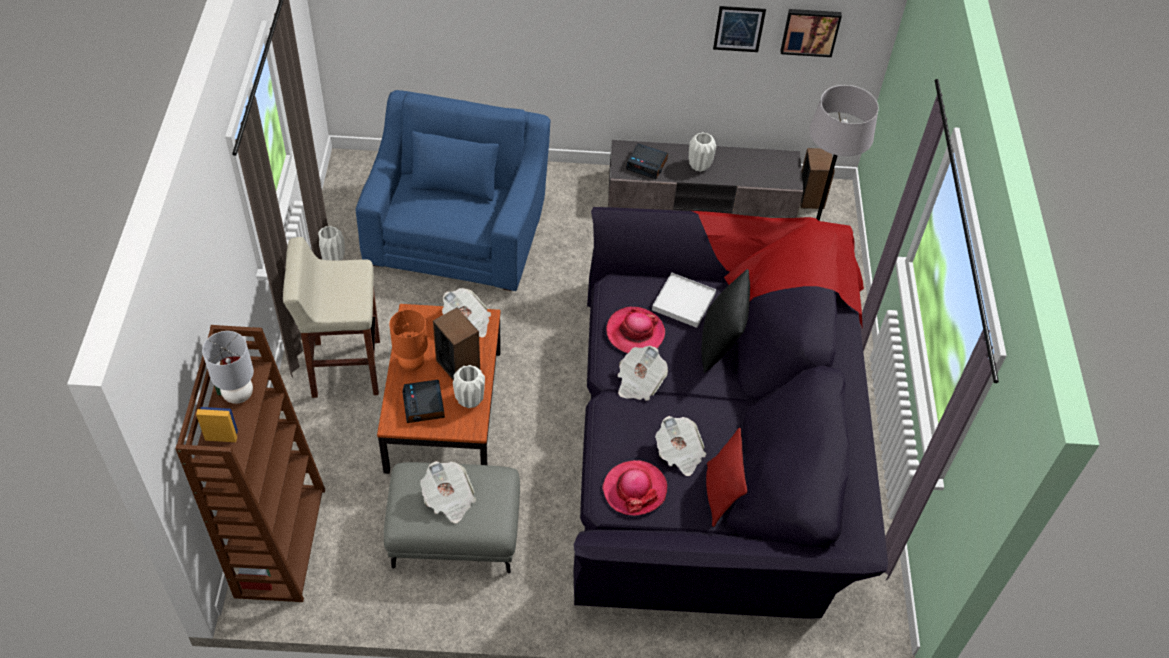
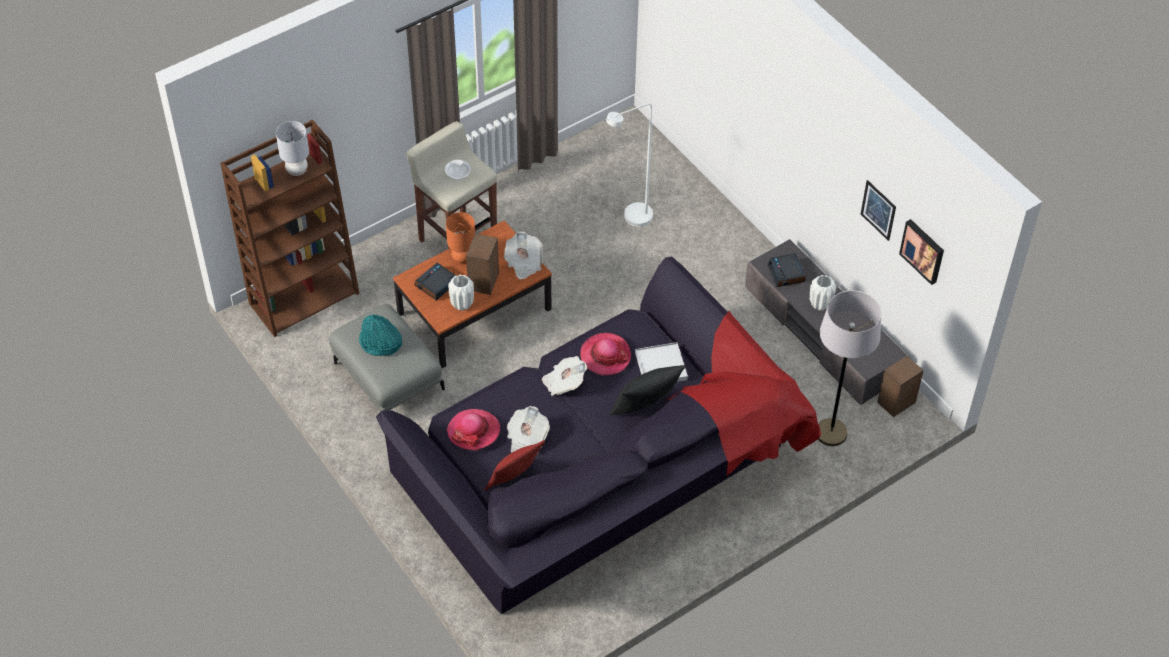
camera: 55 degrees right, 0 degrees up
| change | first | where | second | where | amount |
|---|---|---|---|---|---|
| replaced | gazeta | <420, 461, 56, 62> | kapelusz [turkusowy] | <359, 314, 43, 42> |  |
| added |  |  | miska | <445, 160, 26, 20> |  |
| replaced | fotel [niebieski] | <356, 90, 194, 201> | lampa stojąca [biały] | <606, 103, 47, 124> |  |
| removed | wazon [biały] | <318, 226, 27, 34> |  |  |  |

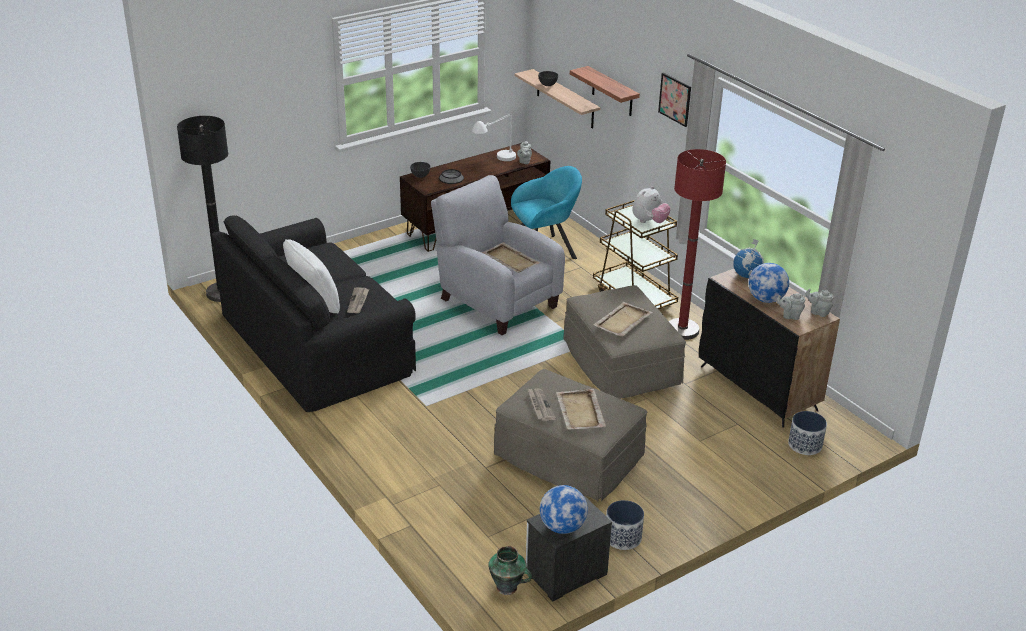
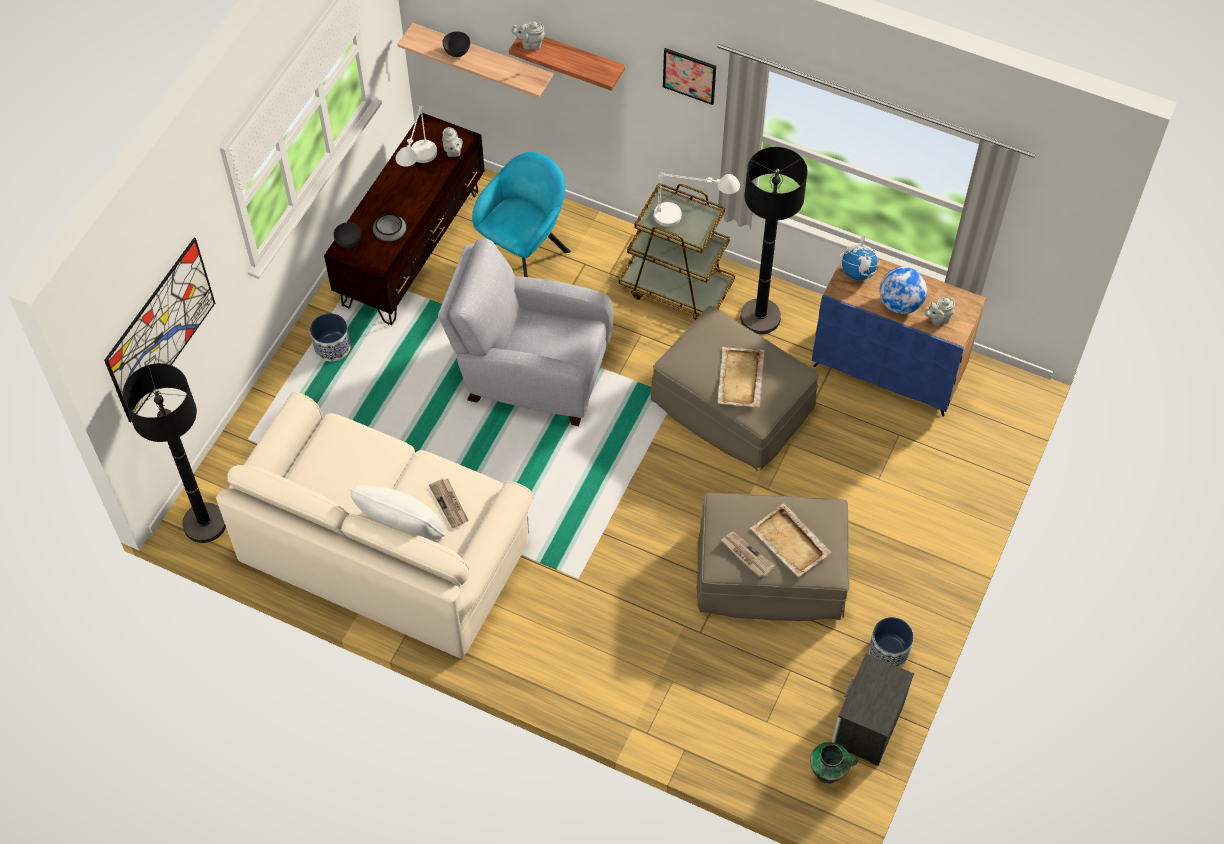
camera: 30 degrees left, 25 degrees up
| change | first | where | second | where | amount |
|---|---|---|---|---|---|
| added |  |  | obraz | <104, 238, 111, 185> |  |
| recoloured | kanapa [czarny] | <212, 215, 204, 197> | kanapa [beżowy] | <216, 392, 318, 266> |  |
| moved | donica | <788, 411, 39, 44> |  | <310, 313, 41, 48> |  |
| moved | imbryk [szary] | <806, 289, 28, 28> |  | <512, 22, 33, 28> |  |
| replaced | pluszak | <632, 186, 38, 37> | lampa stołowa [biały] | <653, 172, 87, 55> |  |
| recoloured | lampa stojąca [czerwony] | <669, 149, 57, 191> | lampa stojąca [czarny] | <740, 147, 68, 187> |  |
| recoloured | szafka [czarny] | <699, 269, 141, 159> | szafka [niebieski] | <812, 247, 174, 169> |  |
| removed | taca [beżowy] | <481, 242, 60, 31> |  |  |  |
| removed | globus | <540, 485, 48, 49> |  |  |  |

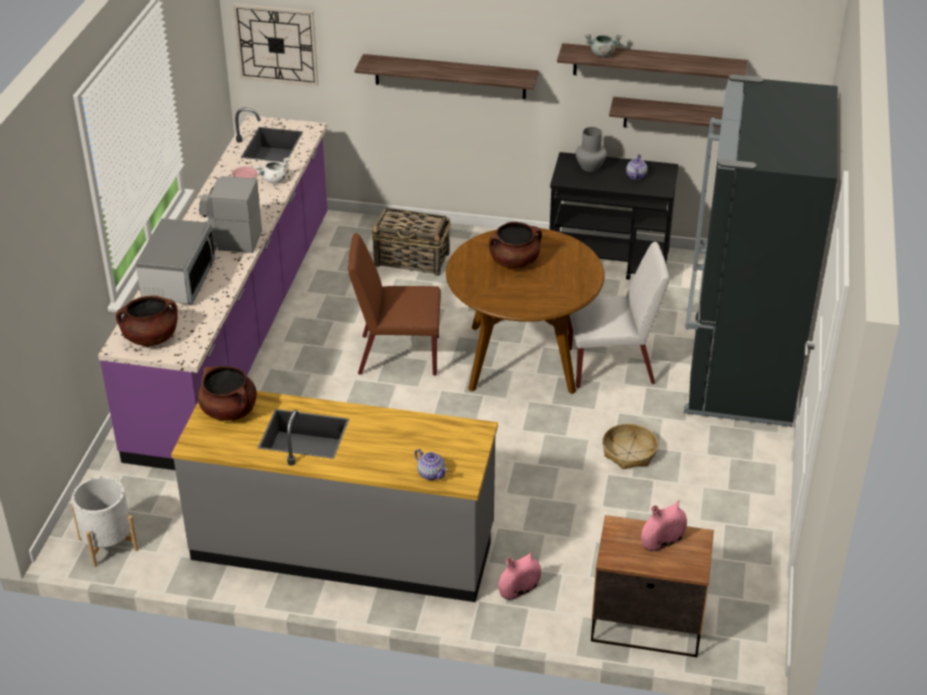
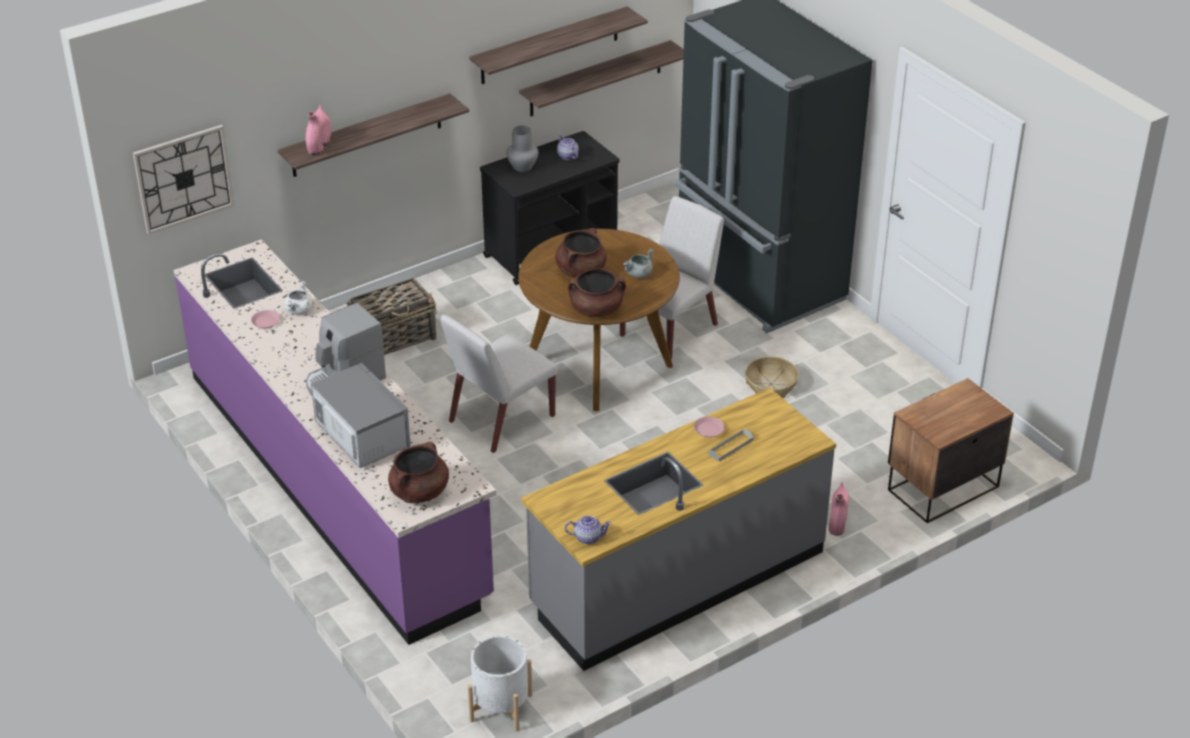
camera: 45 degrees left, 0 degrees up
| change | first | where | second | where | amount |
|---|---|---|---|---|---|
| moved | wazon [różowy] | <641, 500, 46, 51> |  | <306, 104, 26, 51> |  |
| recoloured | krzesło [brązowy] | <348, 233, 93, 143> | krzesło [biały] | <440, 314, 118, 139> |  |
| moved | imbryk | <415, 449, 33, 31> |  | <565, 515, 47, 29> |  |
| moved | garnek [brązowy] | <198, 366, 59, 55> |  | <568, 268, 58, 49> |  |
| moved | garnek [szary] | <585, 34, 37, 23> |  | <623, 248, 31, 30> |  |
| added |  |  | talerz [różowy] | <694, 417, 31, 20> |  |
| added |  |  | taca [szary] | <708, 429, 46, 32> |  |

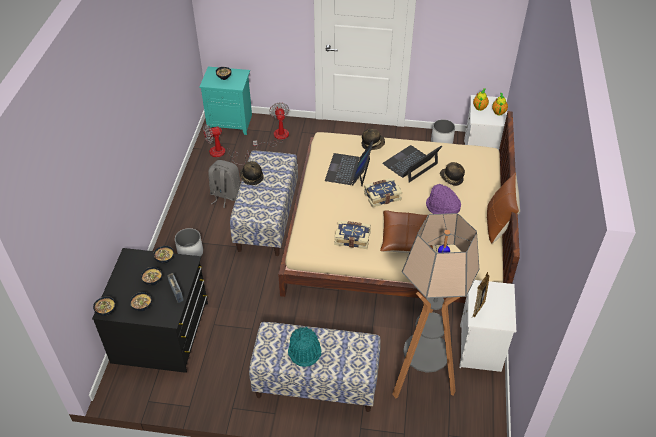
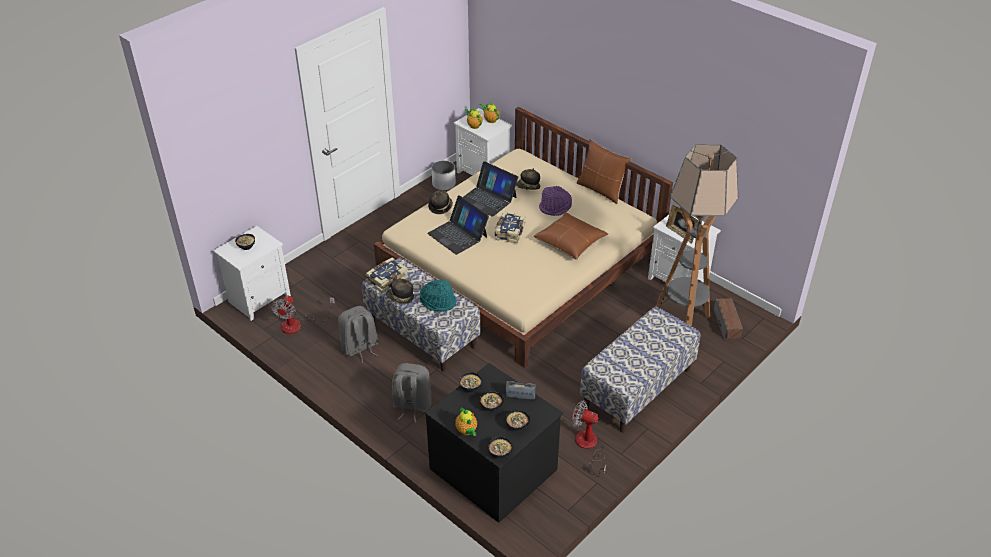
camera: 55 degrees left, 5 degrees down
| change | first | where | second | where | amount |
|---|---|---|---|---|---|
| recoloured | szafka nocna [turkusowy] | <200, 67, 52, 68> | szafka nocna [biały] | <213, 226, 78, 95> |  |
| moved | książka | <334, 221, 37, 28> |  | <365, 257, 43, 36> |  |
| replaced | donica [biały] | <175, 228, 28, 28> | plecak [szary] | <392, 363, 40, 59> |  |
| moved | kapelusz [turkusowy] | <288, 327, 33, 40> |  | <420, 280, 37, 32> |  |
| added |  |  | imbryk | <455, 407, 22, 29> |  |
| turned | laptop | <382, 145, 60, 38> |  | <463, 161, 55, 56> | 45 degrees counterclockwise |
| moved | wentylator | <253, 102, 36, 47> |  | <572, 401, 34, 76> |  |
| added |  |  | głośnik | <714, 298, 29, 42> |  |

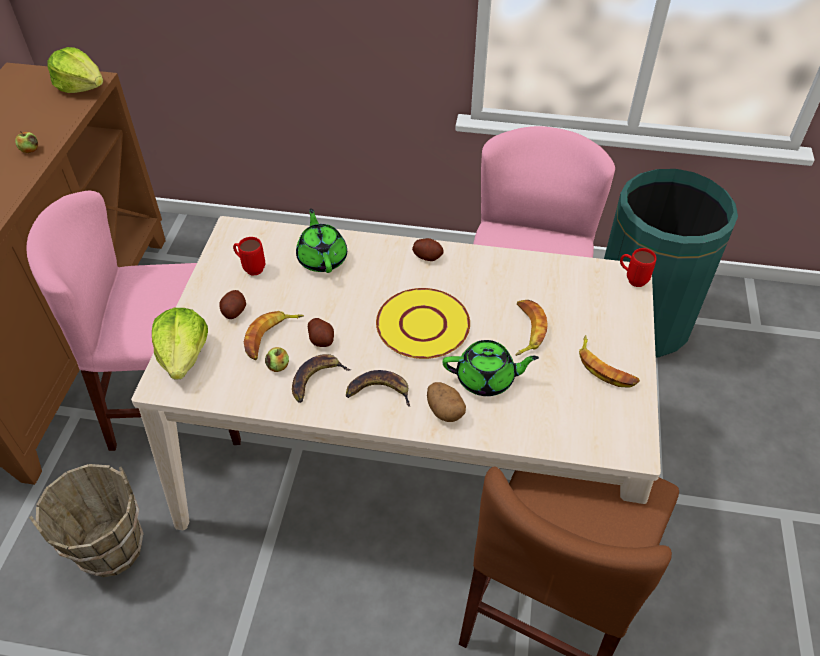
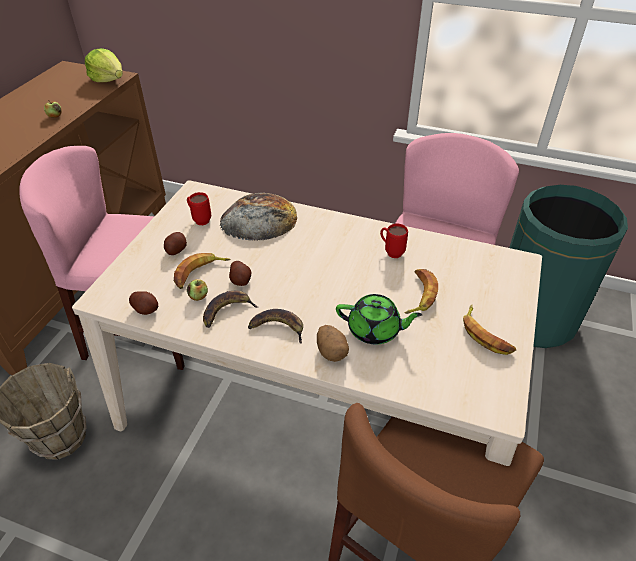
camera: 10 degrees right, 5 degrees down
| change | first | where | second | where | amount |
|---|---|---|---|---|---|
| moved | ziemniak | <412, 238, 32, 23> |  | <129, 291, 29, 24> |  |
| replaced | imbryk [zielony] | <296, 208, 51, 65> | chleb | <220, 193, 77, 47> |  |
| moved | kubek [czerwony] | <620, 248, 37, 39> |  | <380, 223, 28, 35> |  |
| removed | sałata | <152, 308, 56, 72> |  |  |  |
| removed | talerz [żółty] | <376, 288, 94, 71> |  |  |  |

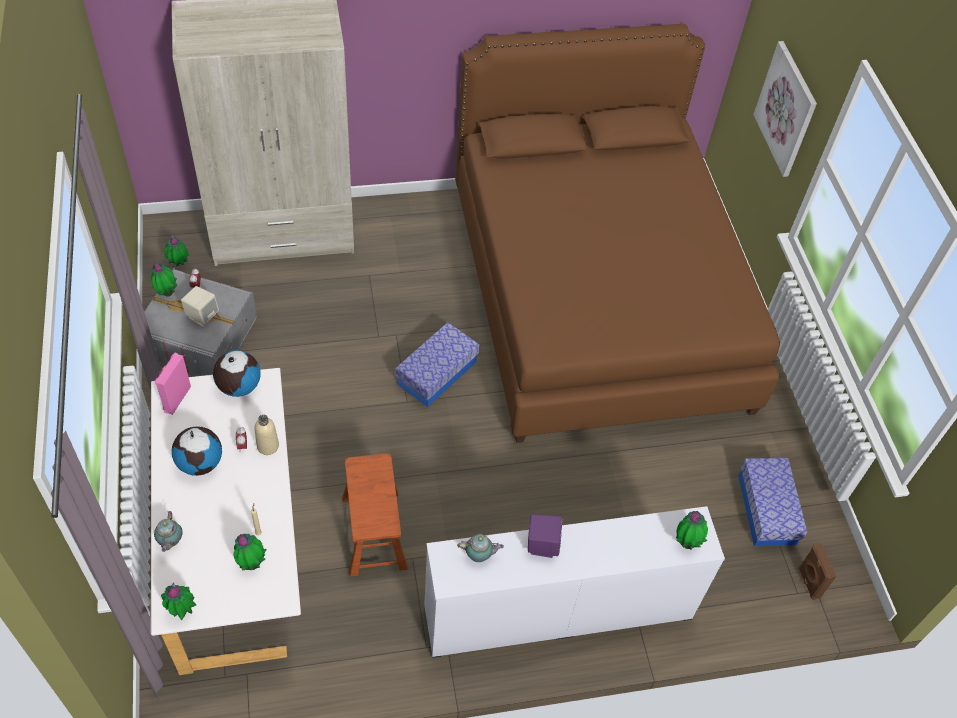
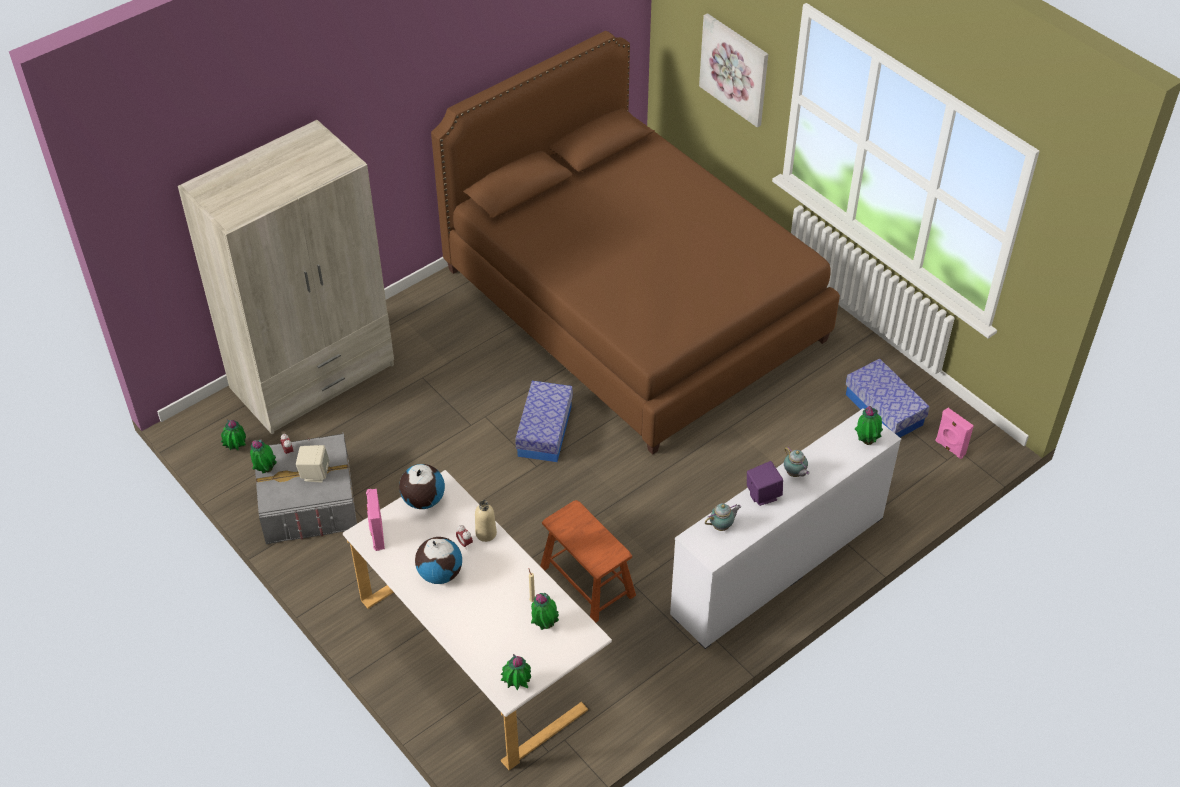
camera: 25 degrees left, 5 degrees down
| change | first | where | second | where | amount |
|---|---|---|---|---|---|
| moved | imbryk | <154, 511, 29, 41> |  | <784, 446, 26, 31> |  |
| recoloured | głośnik [brązowy] | <798, 544, 39, 56> | głośnik [różowy] | <935, 408, 39, 51> |  |

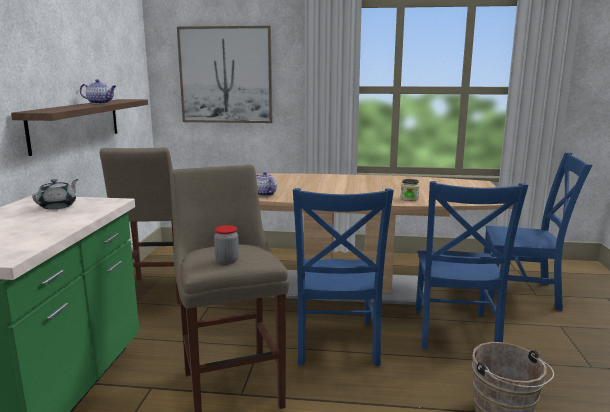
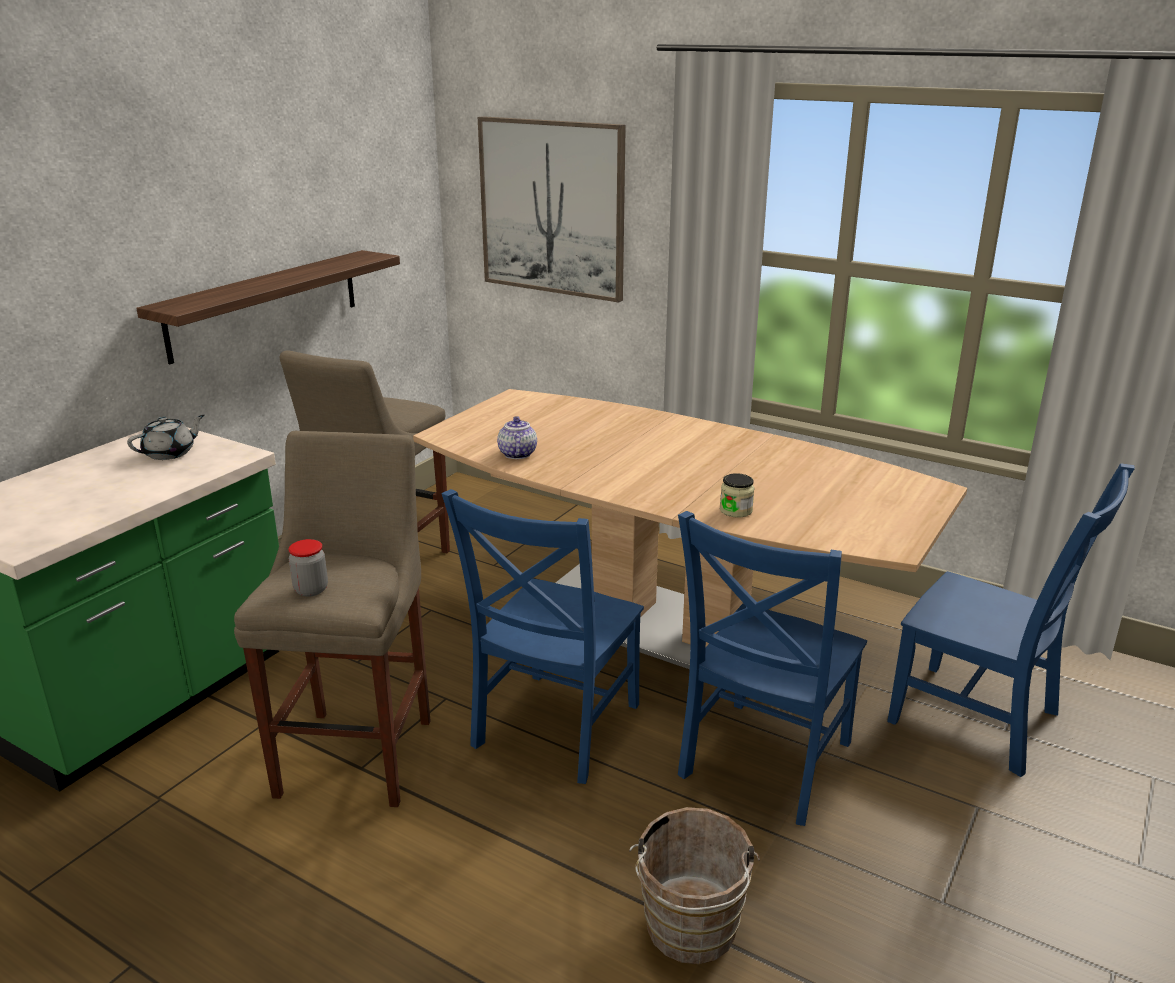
camera: 25 degrees right, 10 degrees up
| change | first | where | second | where | amount |
|---|---|---|---|---|---|
| removed | imbryk | <80, 79, 36, 25> |  |  |  |

